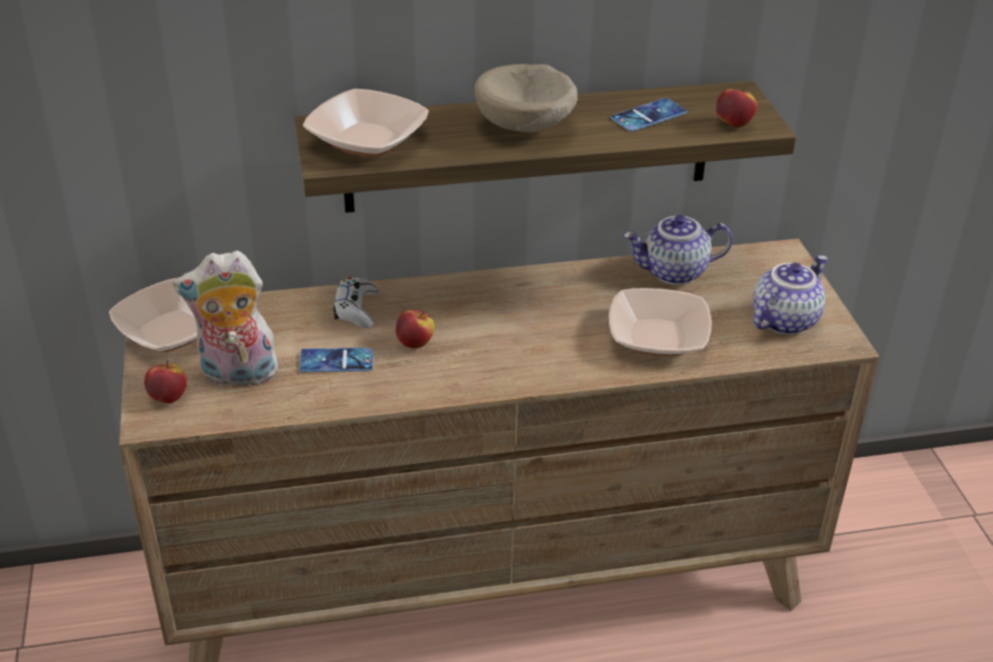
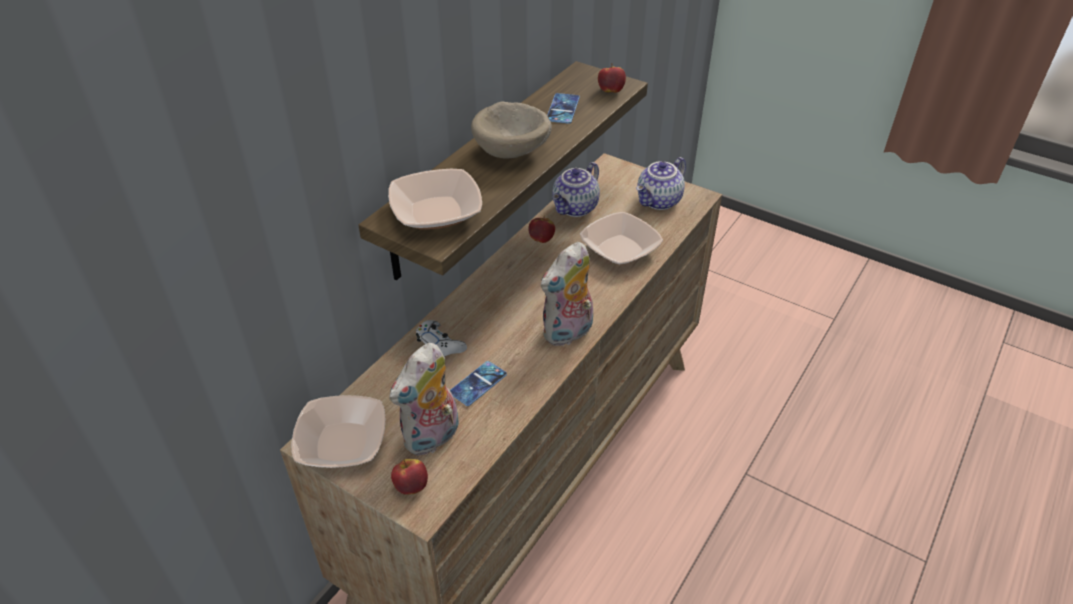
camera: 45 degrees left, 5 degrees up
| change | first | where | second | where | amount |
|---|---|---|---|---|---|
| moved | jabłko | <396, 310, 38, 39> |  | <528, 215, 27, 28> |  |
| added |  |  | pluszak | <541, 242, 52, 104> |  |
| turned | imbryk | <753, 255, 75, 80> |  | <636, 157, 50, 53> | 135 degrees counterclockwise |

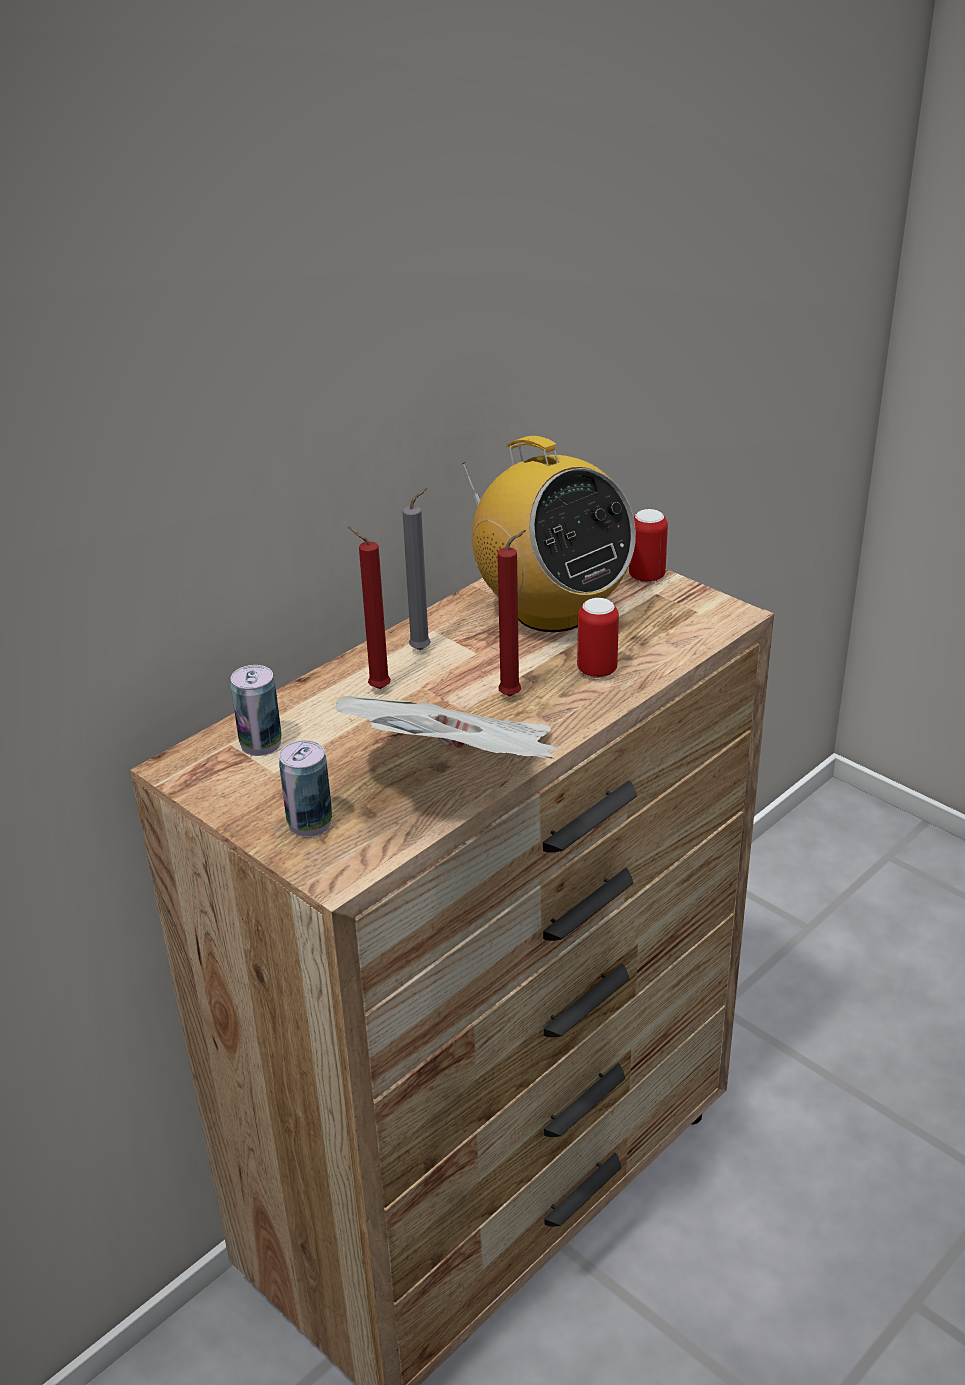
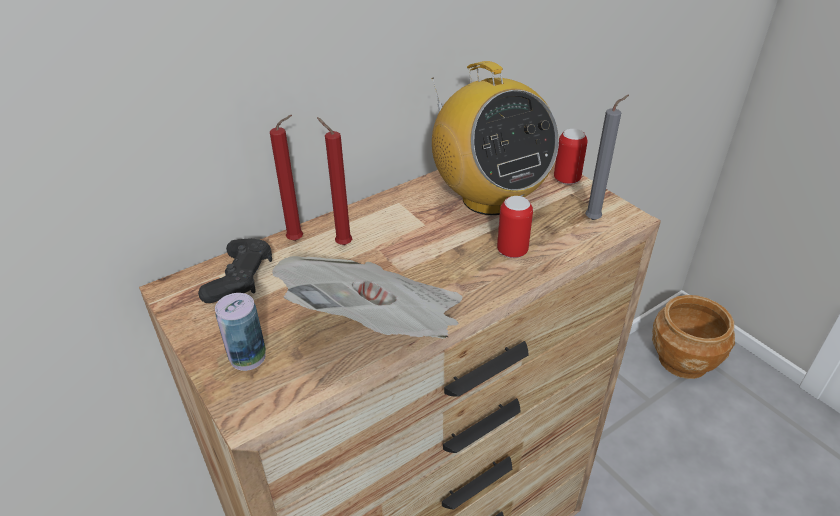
camera: 10 degrees right, 5 degrees up
| change | first | where | second | where | amount |
|---|---|---|---|---|---|
| replaced | puszka | <231, 665, 51, 91> | pad do gier [czarny] | <198, 238, 74, 65> |  |
| moved | świeca [czerwony] | <497, 530, 29, 166> |  | <270, 115, 33, 126> |  |
| moved | świeca [szary] | <402, 487, 29, 163> |  | <585, 94, 44, 126> |  |
| added |  |  | donica [brązowy] | <652, 295, 83, 84> |  |

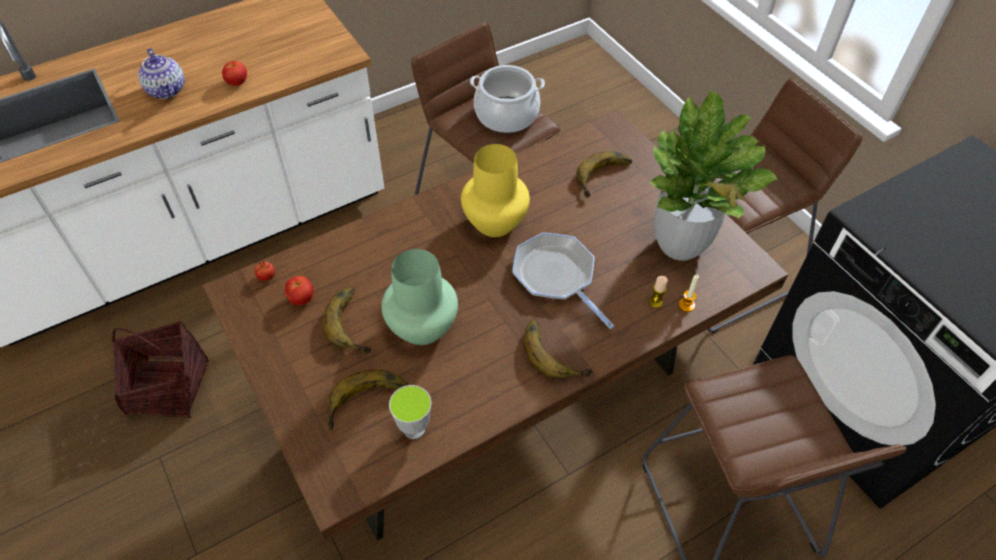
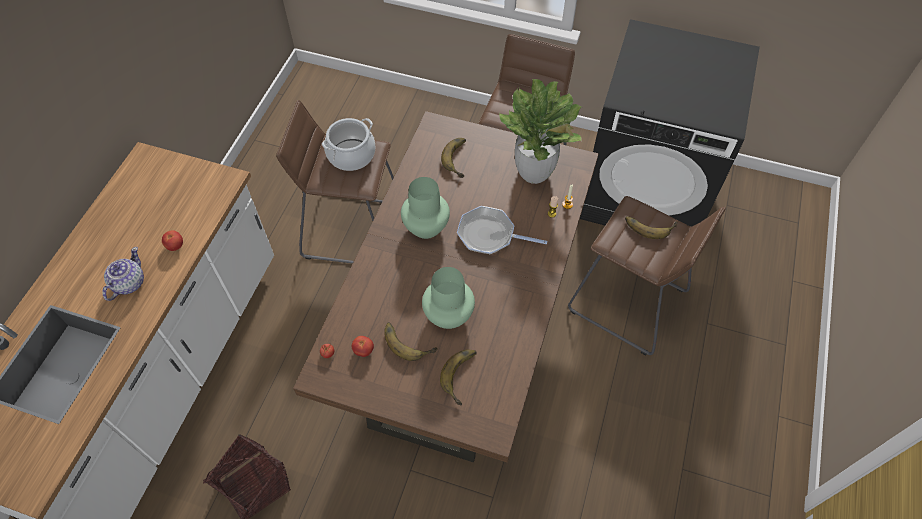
camera: 40 degrees left, 5 degrees up
| change | first | where | second | where | amount |
|---|---|---|---|---|---|
| turned | imbryk | <138, 48, 47, 51> |  | <103, 247, 41, 54> | 90 degrees counterclockwise |
| recoloured | wazon [żółty] | <461, 144, 69, 93> | wazon [zielony] | <401, 177, 49, 62> |  |
| moved | banan | <524, 319, 69, 60> |  | <625, 216, 53, 23> |  |
| removed | filiżanka | <389, 385, 42, 54> |  |  |  |

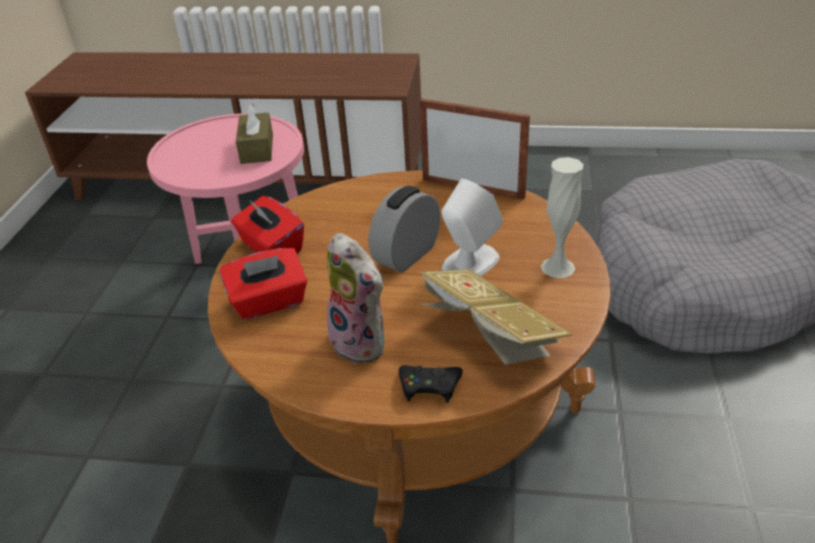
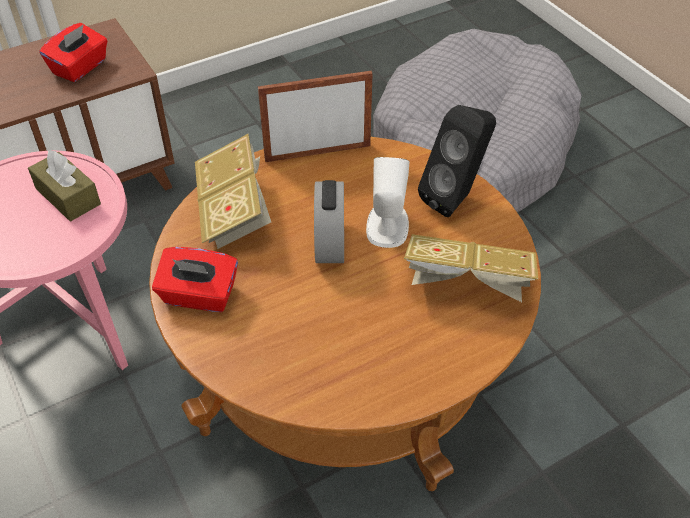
camera: 40 degrees left, 10 degrees up
| change | first | where | second | where | amount |
|---|---|---|---|---|---|
| moved | pudełko chusteczek [czerwony] | <219, 248, 89, 72> |  | <40, 23, 68, 59> |  |
| added |  |  | książka | <195, 134, 76, 115> |  |
| replaced | wazon [biały] | <541, 157, 42, 121> | głośnik [czarny] | <418, 105, 78, 112> |  |
| removed | pluszak | <326, 233, 58, 131> |  |  |  |
| removed | pad do gier [czarny] | <399, 365, 64, 38> |  |  |  |

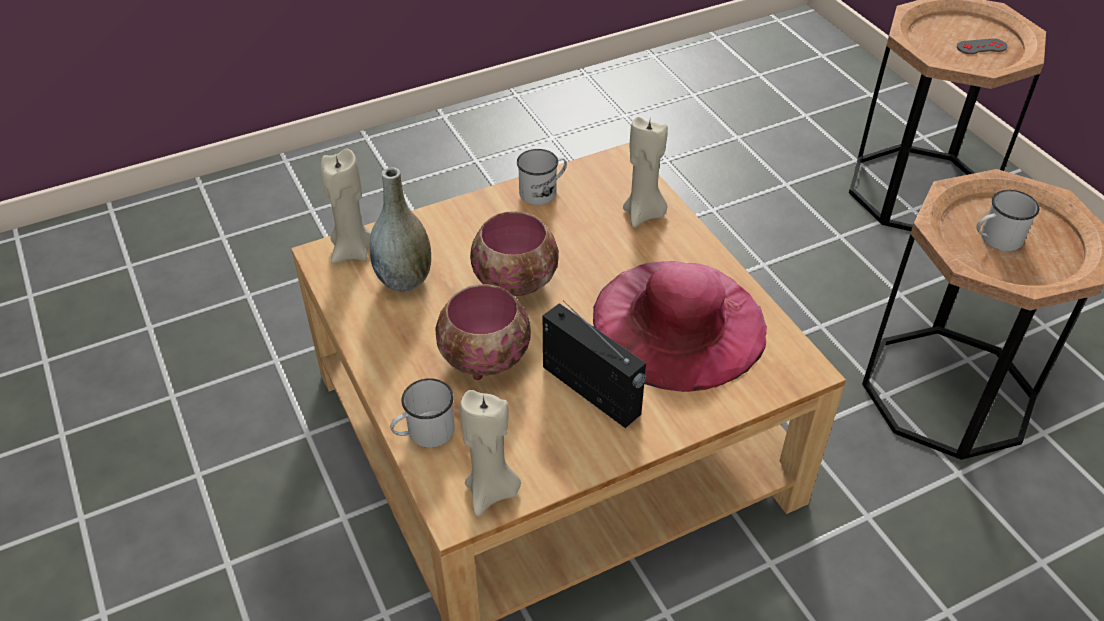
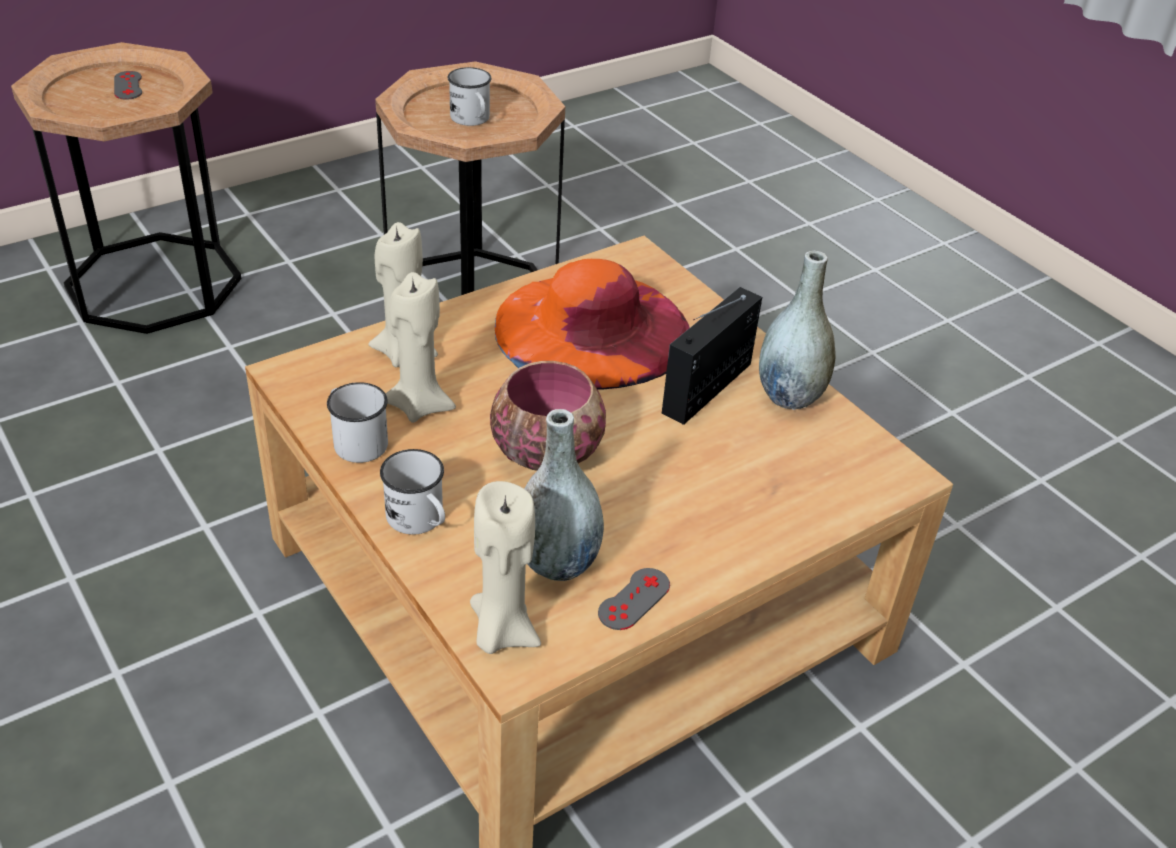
camera: 100 degrees left, 5 degrees down
| change | first | where | second | where | amount |
|---|---|---|---|---|---|
| moved | kubek [biały] | <390, 378, 65, 70> |  | <380, 449, 65, 86> |  |
| moved | świeca [beżowy] | <460, 390, 61, 126> |  | <386, 272, 70, 151> |  |
| recoloured | kapelusz [różowy] | <593, 261, 174, 131> | kapelusz [pomarańczowy] | <495, 259, 195, 131> |  |
| added |  |  | pad do gier [szary] | <598, 568, 72, 62> |  |
| added |  |  | wazon [szary] | <759, 251, 76, 159> |  |
| removed | miska | <435, 284, 96, 96> |  |  |  |

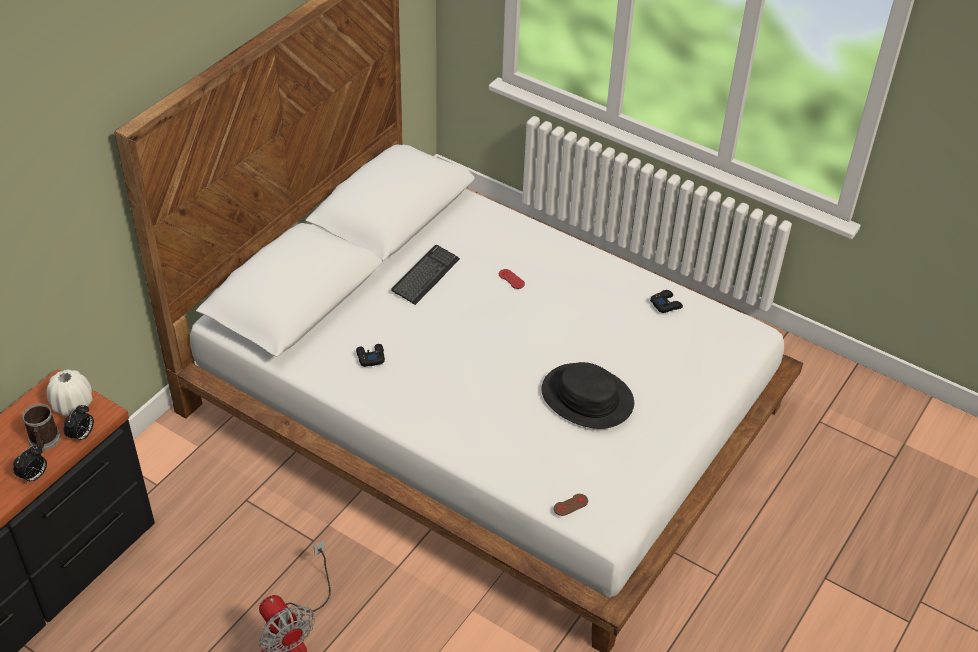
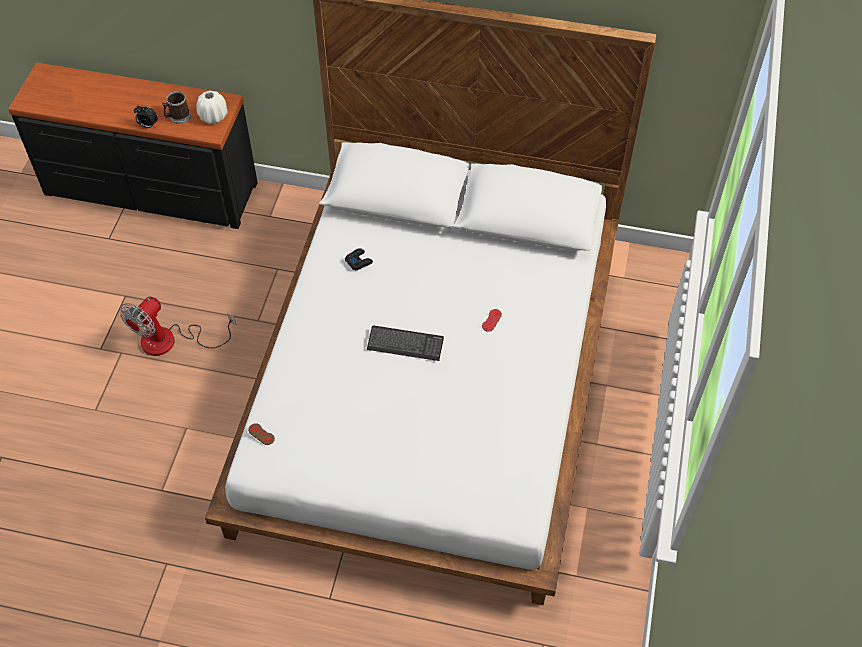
camera: 70 degrees right, 10 degrees up
| change | first | where | second | where | amount |
|---|---|---|---|---|---|
| moved | klawiatura | <391, 245, 69, 60> |  | <367, 326, 77, 35> |  |
| removed | budzik | <64, 405, 30, 38> |  |  |  |
| removed | kapelusz [czarny] | <542, 362, 92, 67> |  |  |  |
| removed | pad do gier [czarny] | <650, 290, 33, 23> |  |  |  |

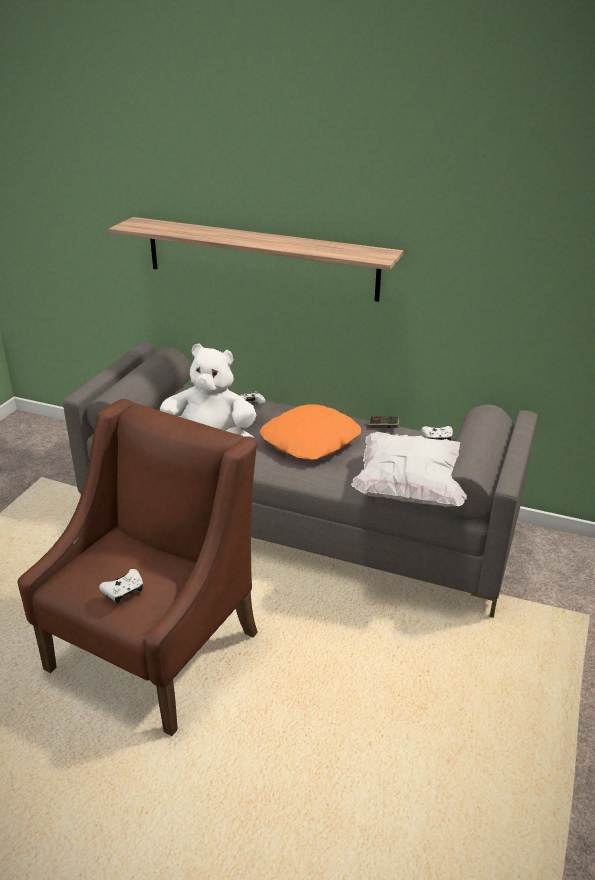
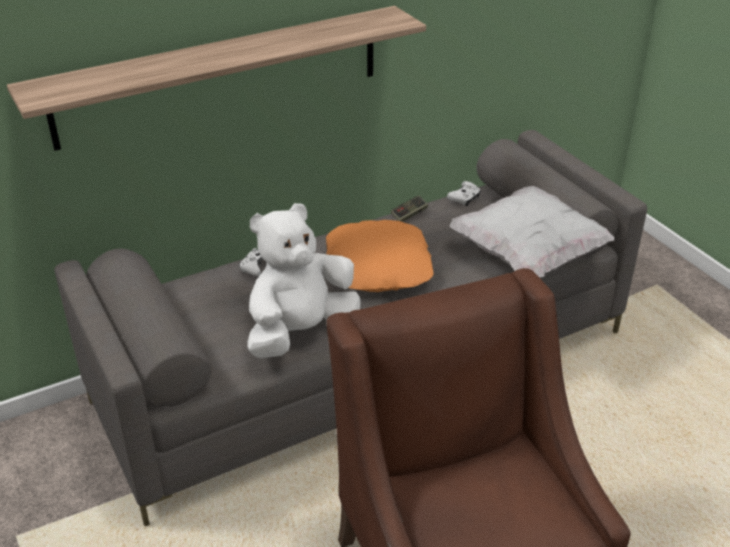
camera: 50 degrees left, 5 degrees up
| change | first | where | second | where | amount |
|---|---|---|---|---|---|
| removed | pad do gier [biały] | <99, 569, 44, 34> |  |  |  |

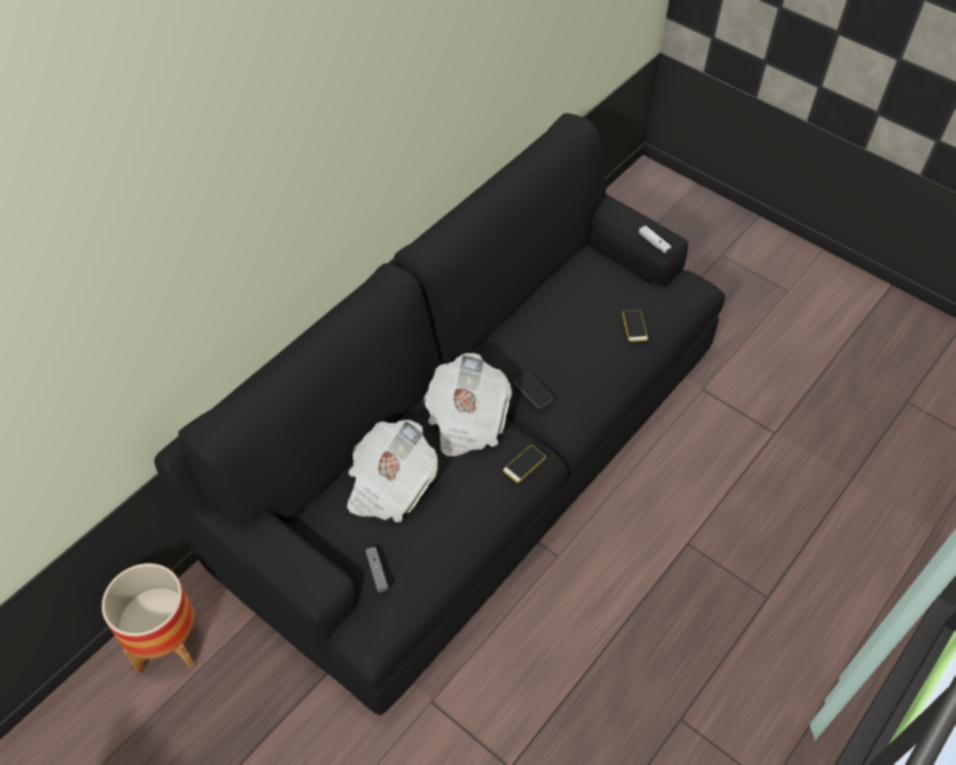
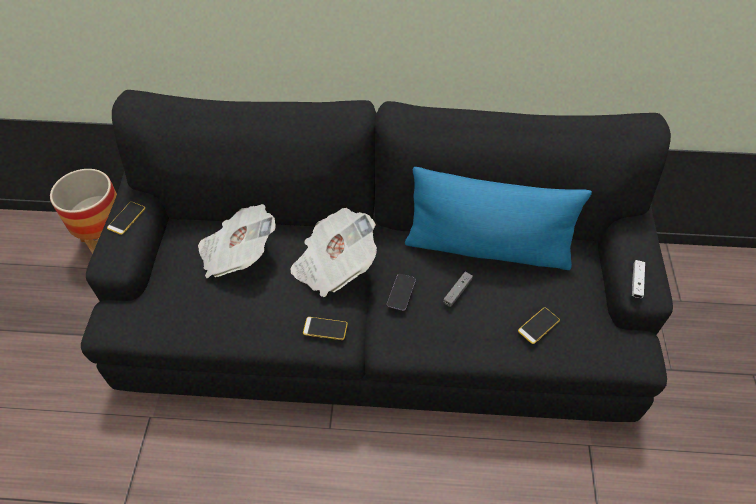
camera: 55 degrees right, 0 degrees up
| change | first | where | second | where | amount |
|---|---|---|---|---|---|
| added |  |  | telefon | <107, 202, 39, 33> |  |
| added |  |  | poduszka [niebieski] | <405, 167, 187, 103> |  |
| moved | pad do gier [szary] | <366, 547, 22, 46> |  | <443, 272, 30, 35> |  |

